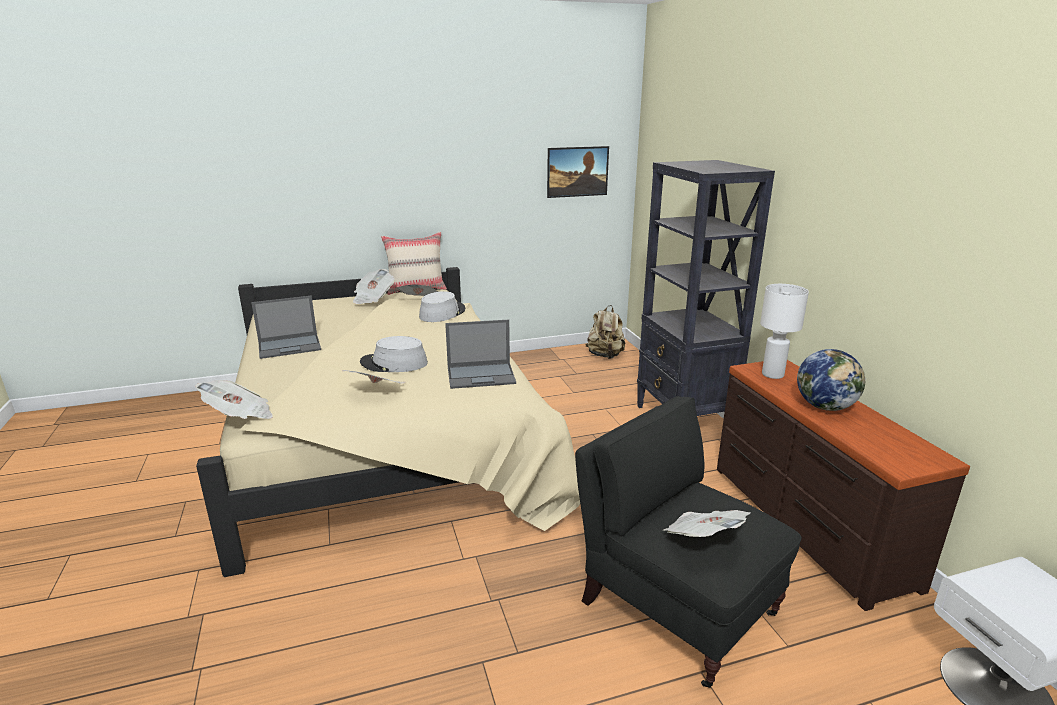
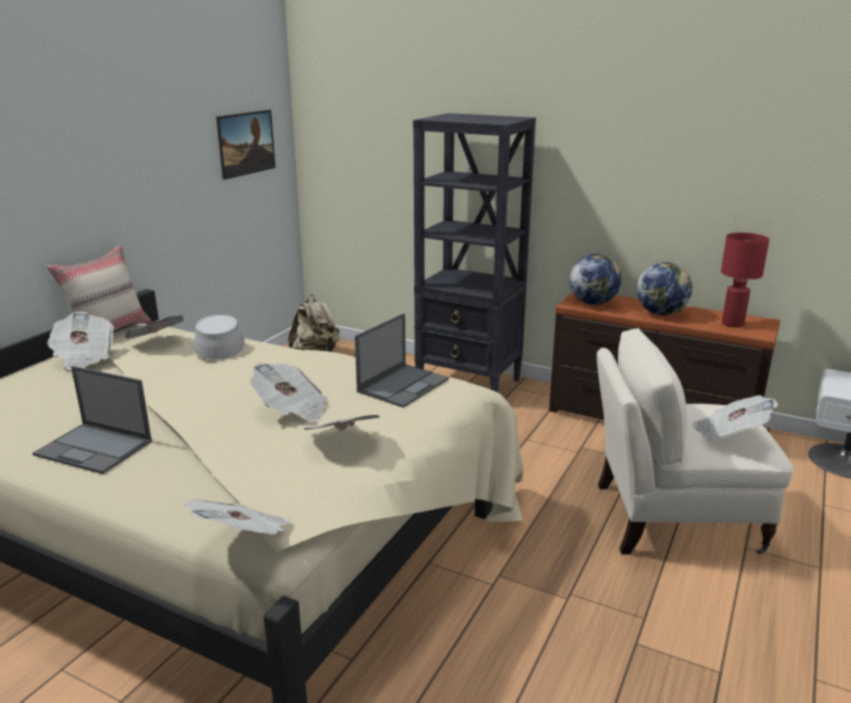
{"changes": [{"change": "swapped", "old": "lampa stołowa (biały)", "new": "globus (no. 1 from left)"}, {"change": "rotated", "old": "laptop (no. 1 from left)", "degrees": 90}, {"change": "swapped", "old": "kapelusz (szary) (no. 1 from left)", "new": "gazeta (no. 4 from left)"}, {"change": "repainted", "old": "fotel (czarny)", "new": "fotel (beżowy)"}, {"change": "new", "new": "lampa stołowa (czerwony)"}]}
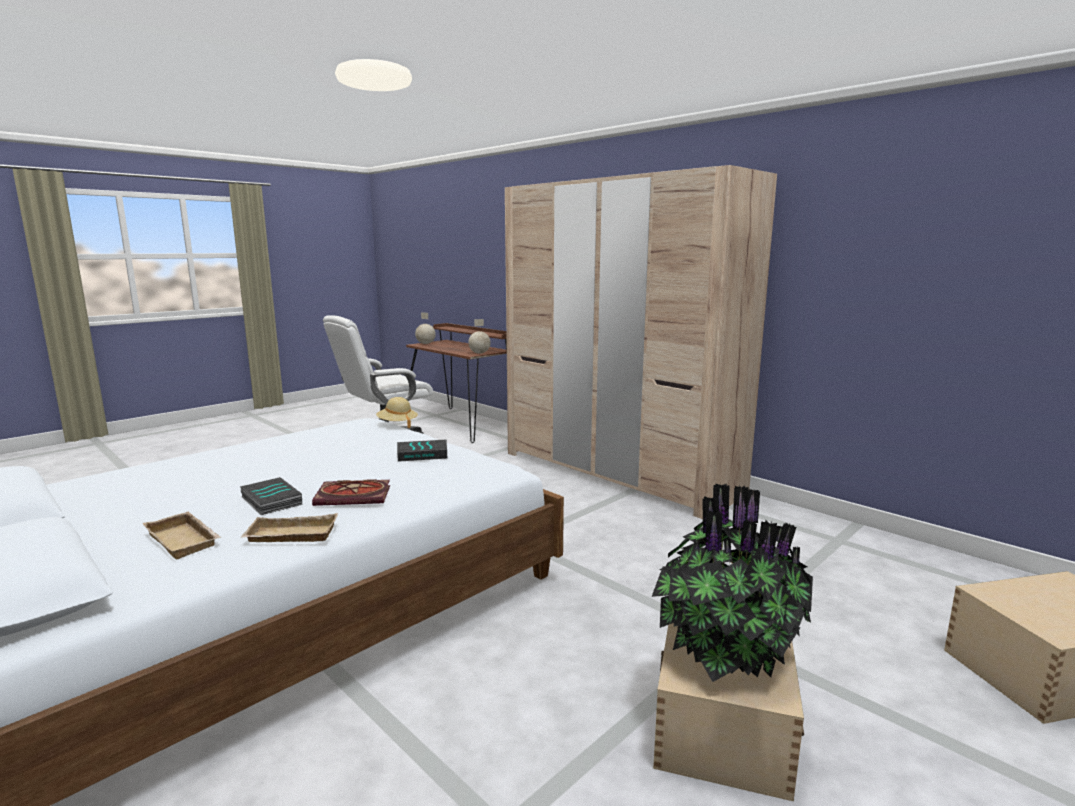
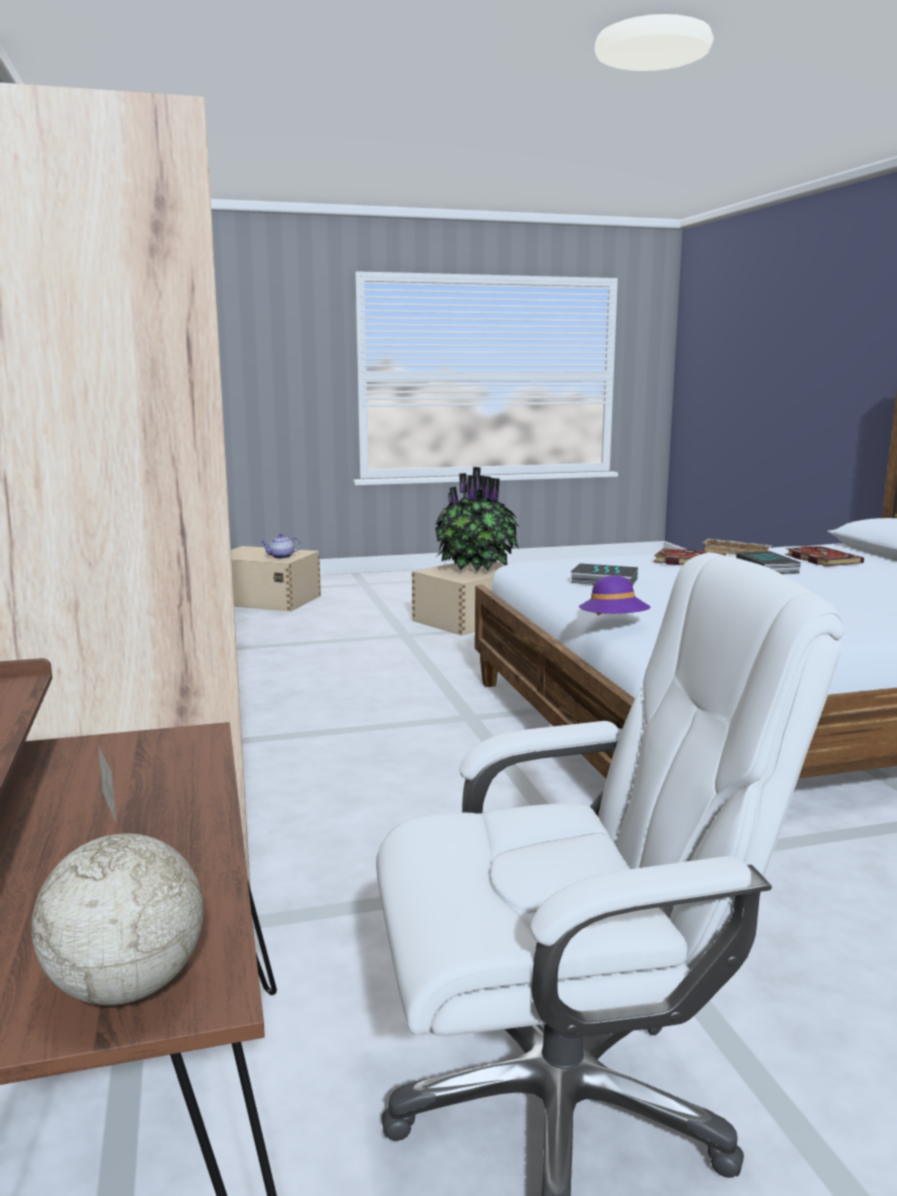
{"changes": [{"change": "gone", "old": "globus (no. 2 from left)"}, {"change": "repainted", "old": "kapelusz (beżowy)", "new": "kapelusz (fioletowy)"}, {"change": "swapped", "old": "taca (beżowy) (no. 1 from left)", "new": "książka (no. 4 from left)"}, {"change": "new", "new": "imbryk"}]}
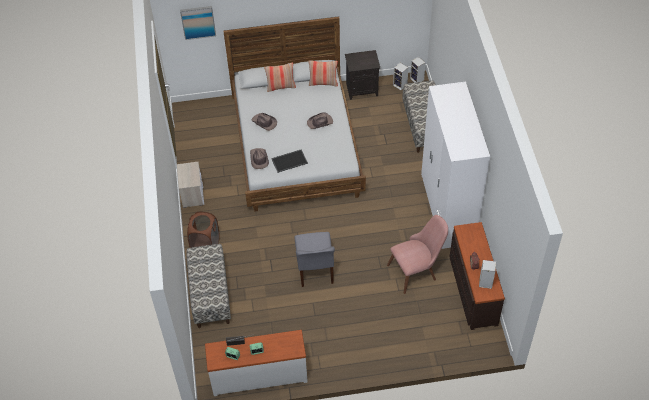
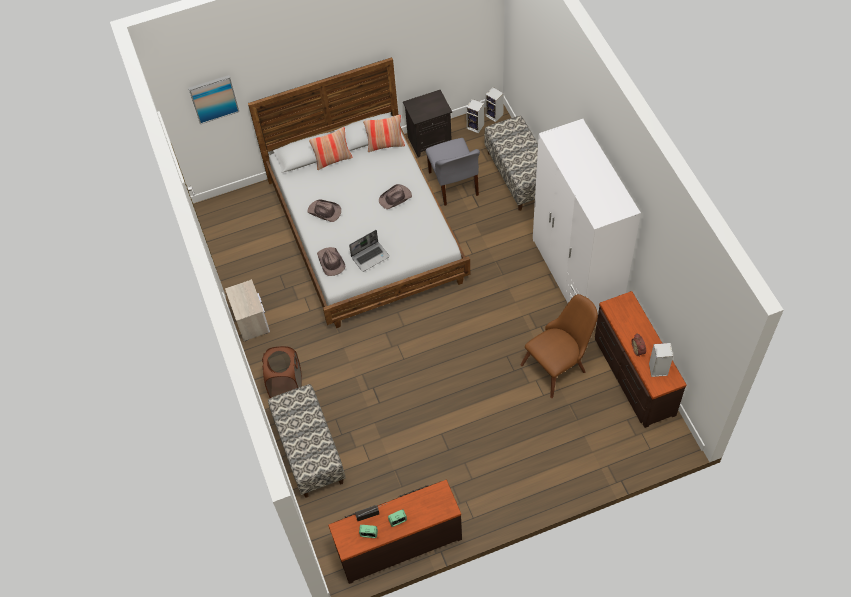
{"changes": [{"change": "swapped", "old": "taca", "new": "laptop"}, {"change": "repainted", "old": "krzesło (różowy)", "new": "krzesło (brązowy)"}, {"change": "shifted", "old": "krzesło (szary)"}, {"change": "repainted", "old": "komoda (biały)", "new": "komoda (brązowy) (no. 1 from left)"}]}
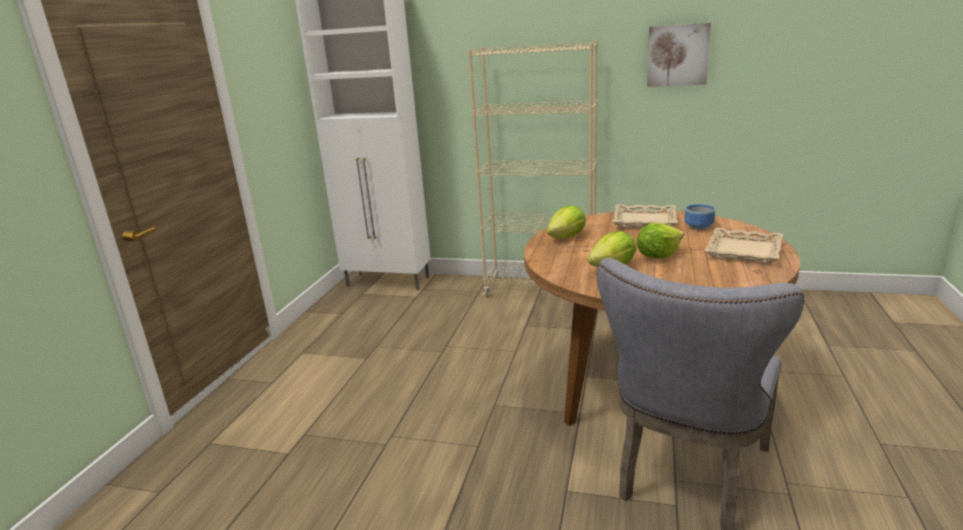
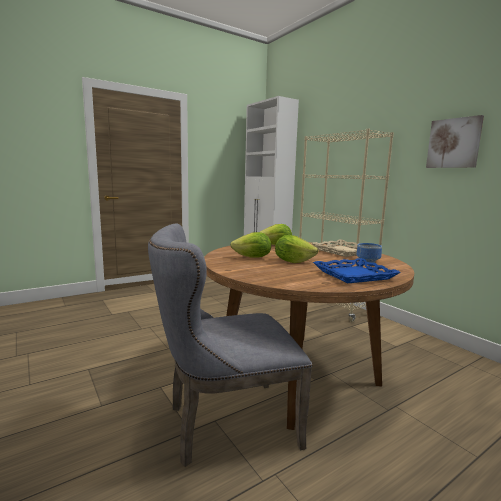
{"changes": [{"change": "repainted", "old": "taca (beżowy) (no. 2 from left)", "new": "taca (niebieski)"}]}
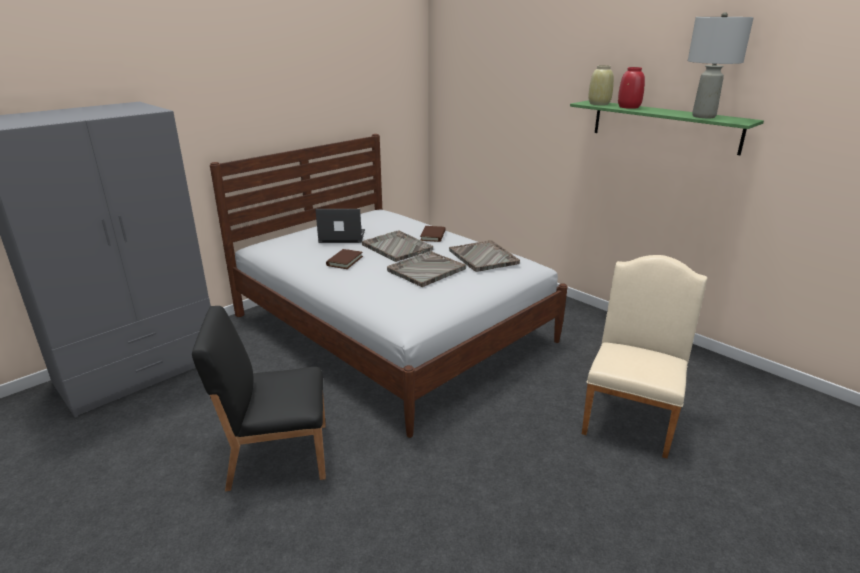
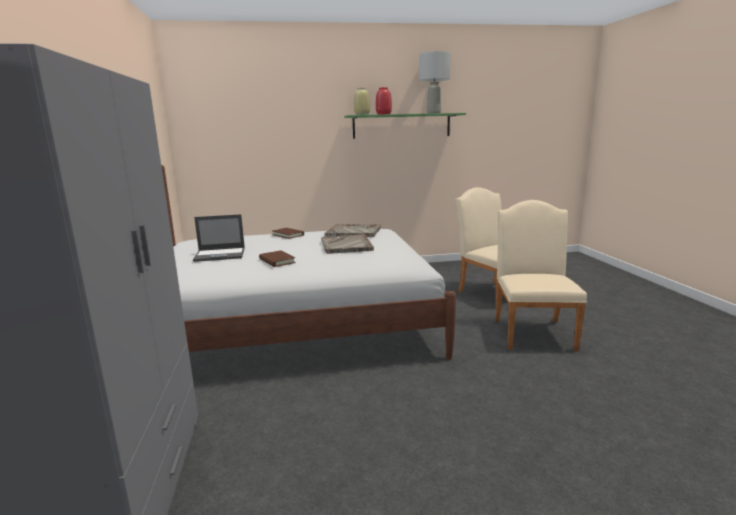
{"changes": [{"change": "rotated", "old": "laptop", "degrees": -135}, {"change": "gone", "old": "taca (szary) (no. 1 from left)"}, {"change": "gone", "old": "krzesło (czarny)"}, {"change": "new", "new": "krzesło (beżowy) (no. 2 from left)"}]}
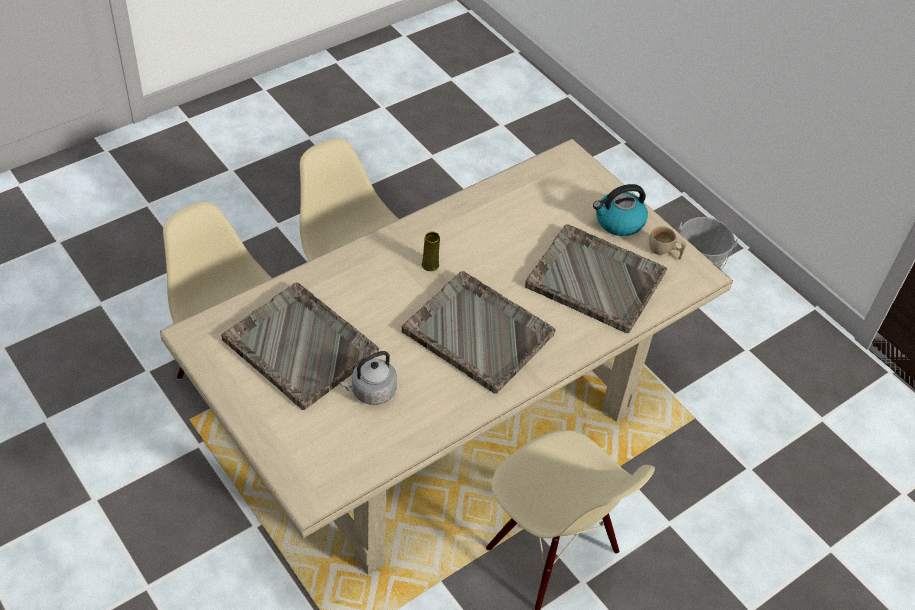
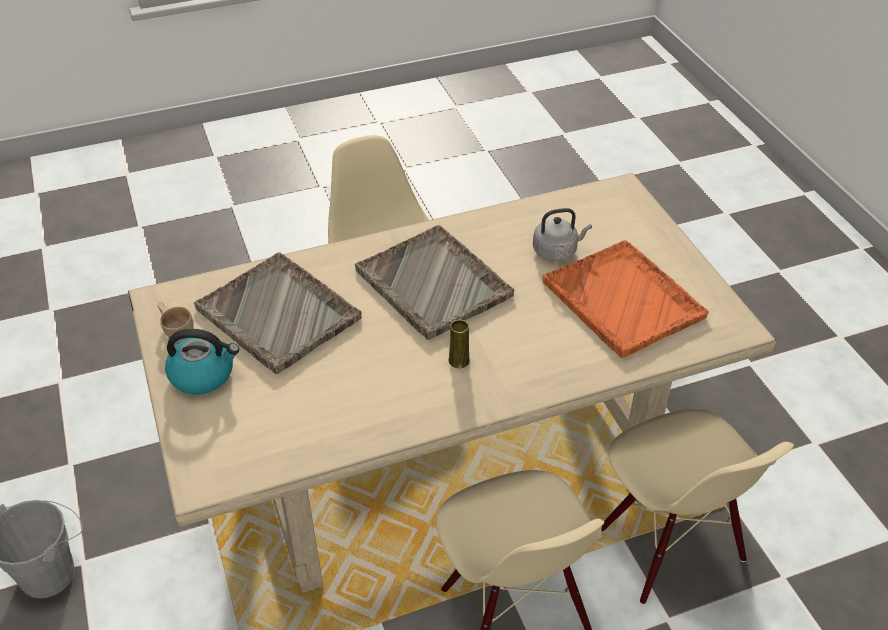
{"changes": [{"change": "repainted", "old": "taca (szary) (no. 1 from left)", "new": "taca (pomarańczowy)"}]}
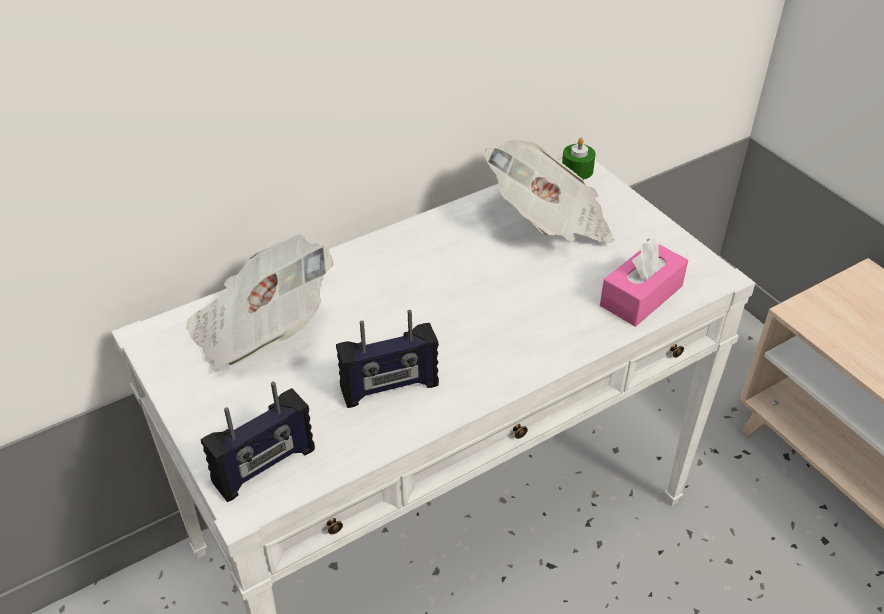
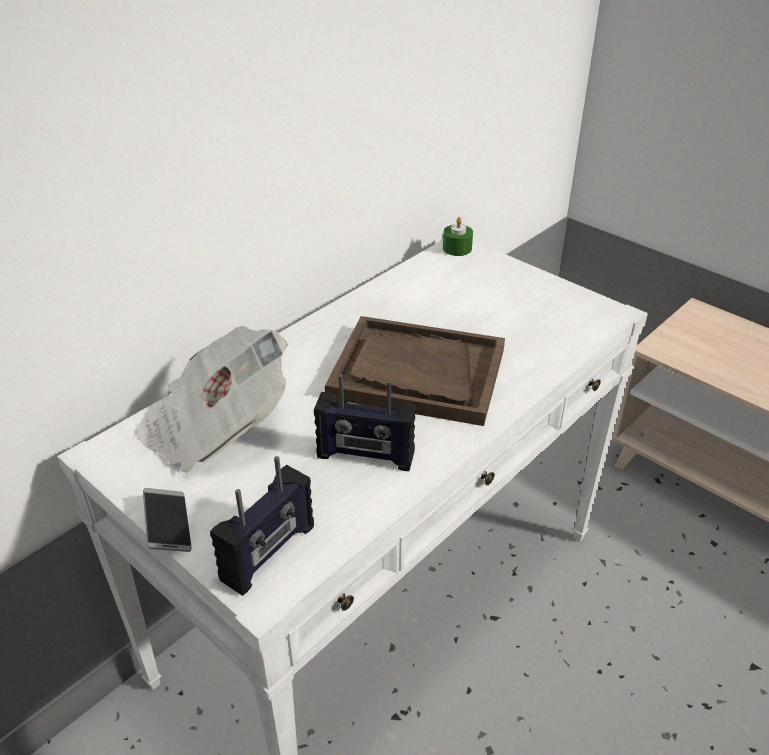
{"changes": [{"change": "gone", "old": "gazeta (no. 2 from left)"}, {"change": "gone", "old": "pudełko chusteczek (różowy)"}, {"change": "rotated", "old": "radio (no. 2 from left)", "degrees": 45}, {"change": "new", "new": "taca (brązowy)"}, {"change": "new", "new": "telefon"}]}
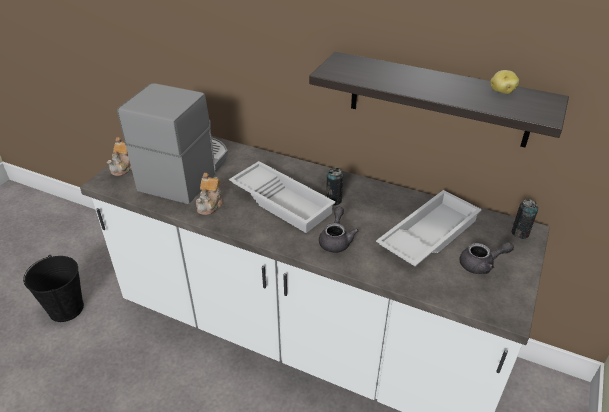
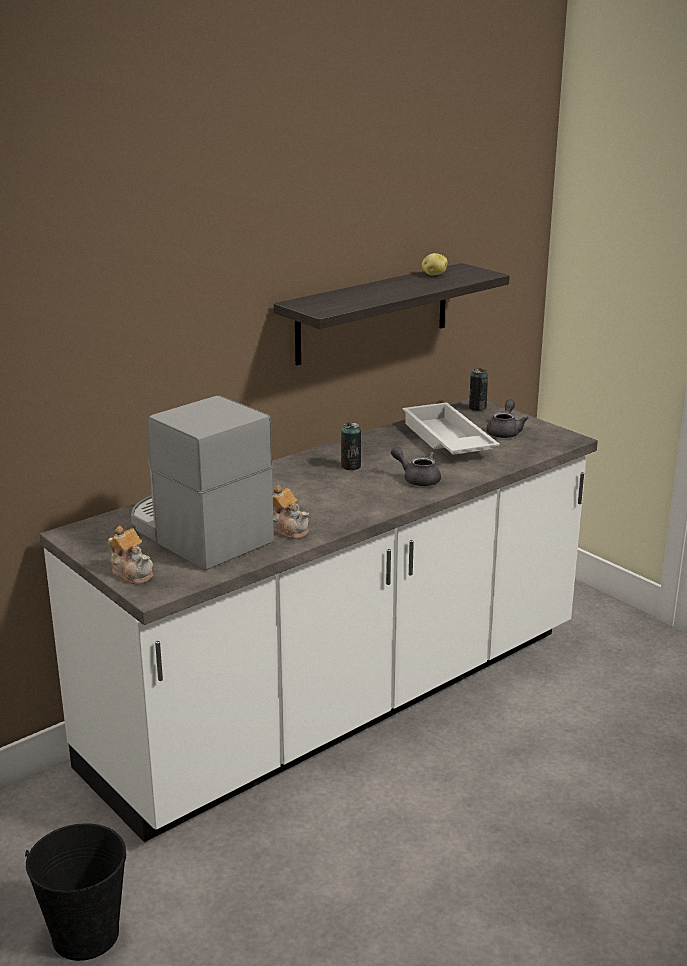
{"changes": [{"change": "gone", "old": "taca (biały) (no. 1 from left)"}]}
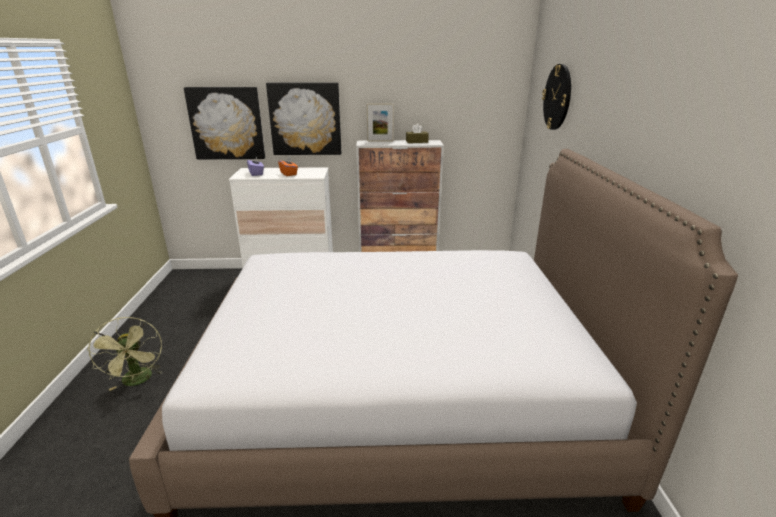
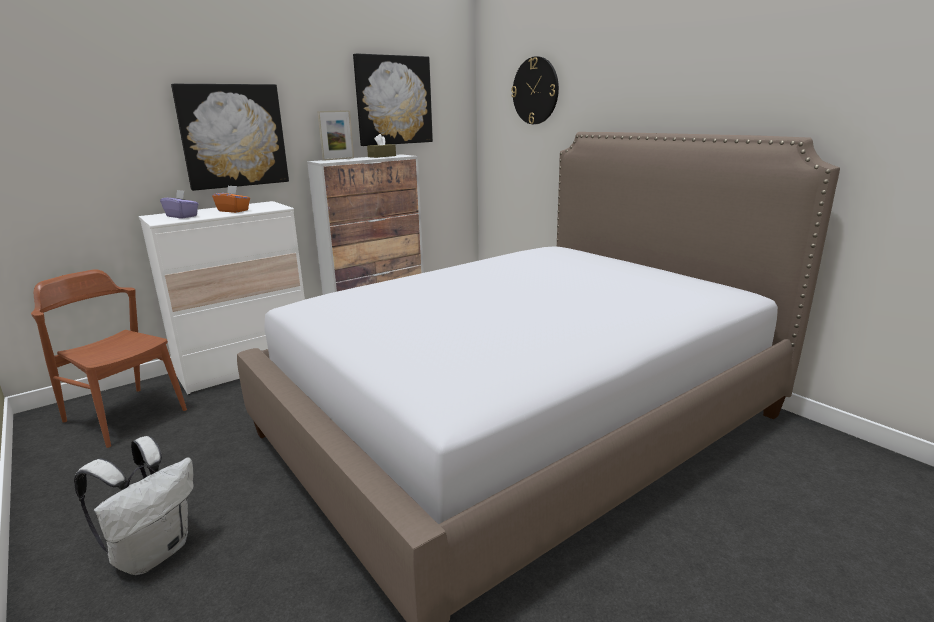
{"changes": [{"change": "shifted", "old": "obraz (no. 1 from left in the first image)", "new": "obraz (no. 2 from left)"}, {"change": "swapped", "old": "wentylator (zielony)", "new": "plecak (biały)"}, {"change": "new", "new": "krzesło (brązowy)"}]}
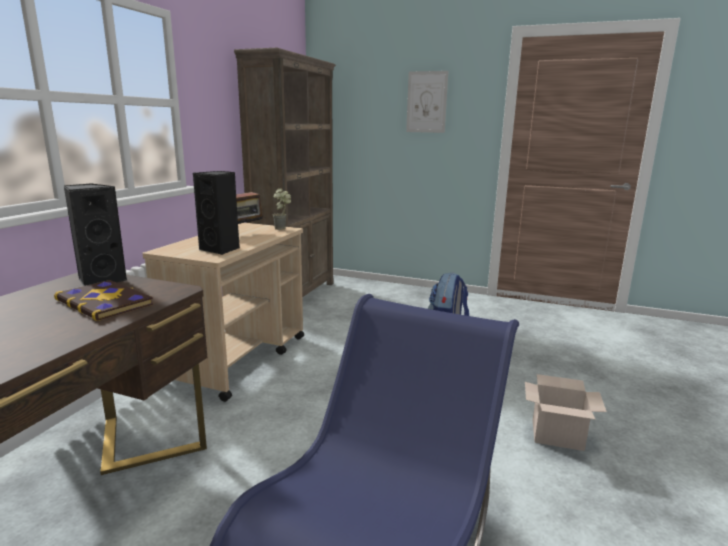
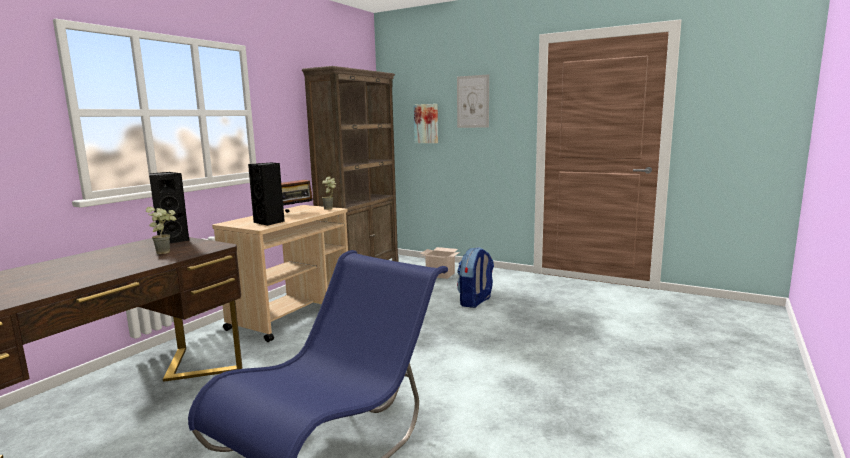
{"changes": [{"change": "swapped", "old": "książka", "new": "roślina doniczkowa (no. 1 from left)"}, {"change": "shifted", "old": "karton"}, {"change": "new", "new": "obraz (no. 1 from left)"}]}
